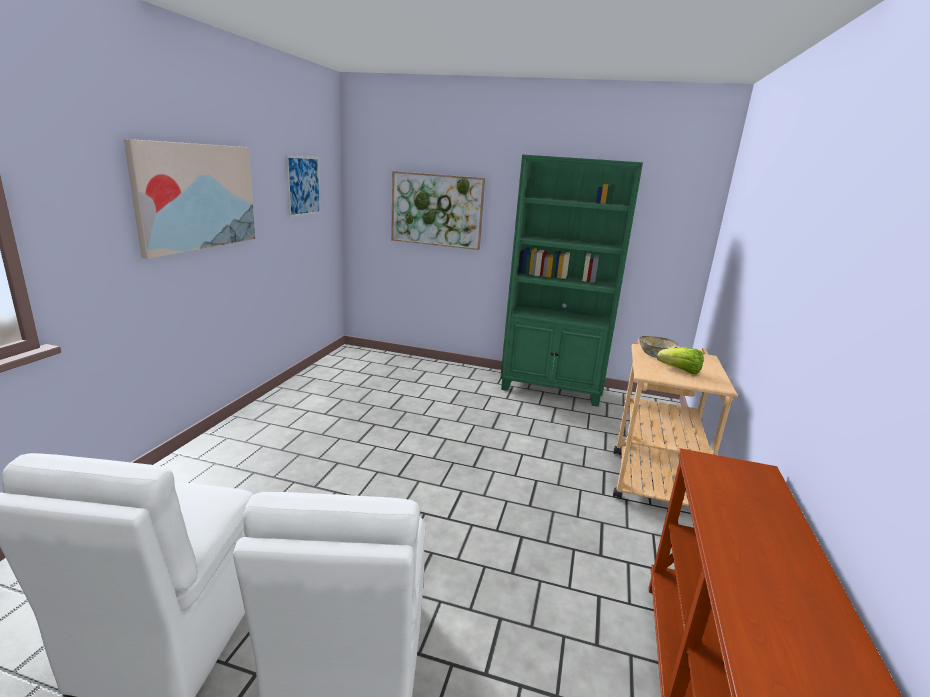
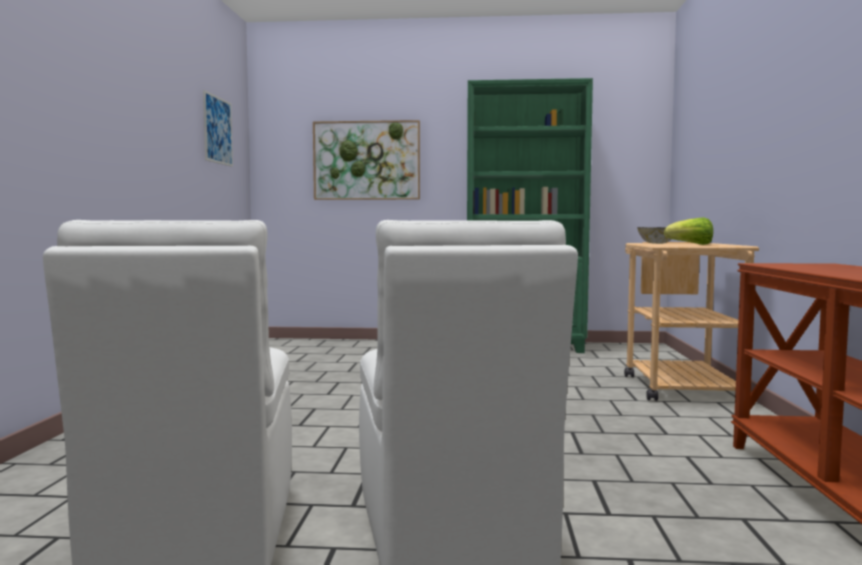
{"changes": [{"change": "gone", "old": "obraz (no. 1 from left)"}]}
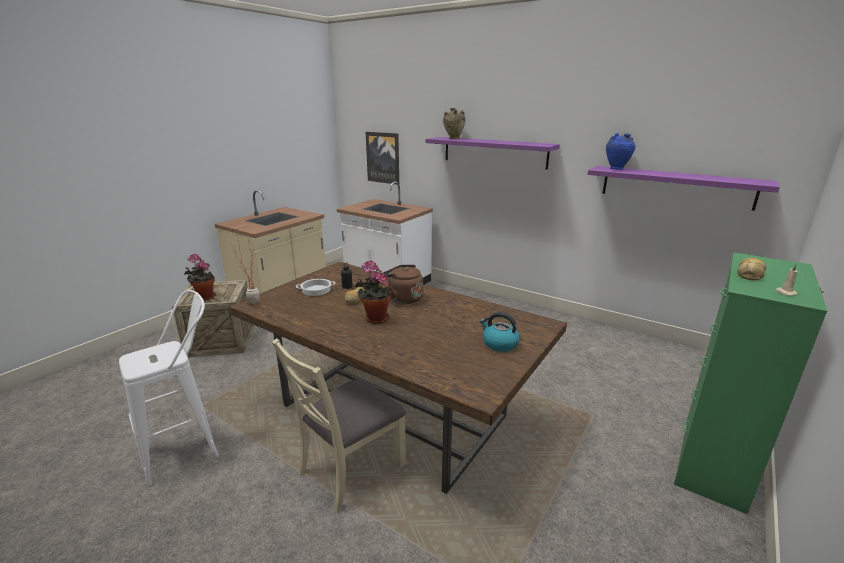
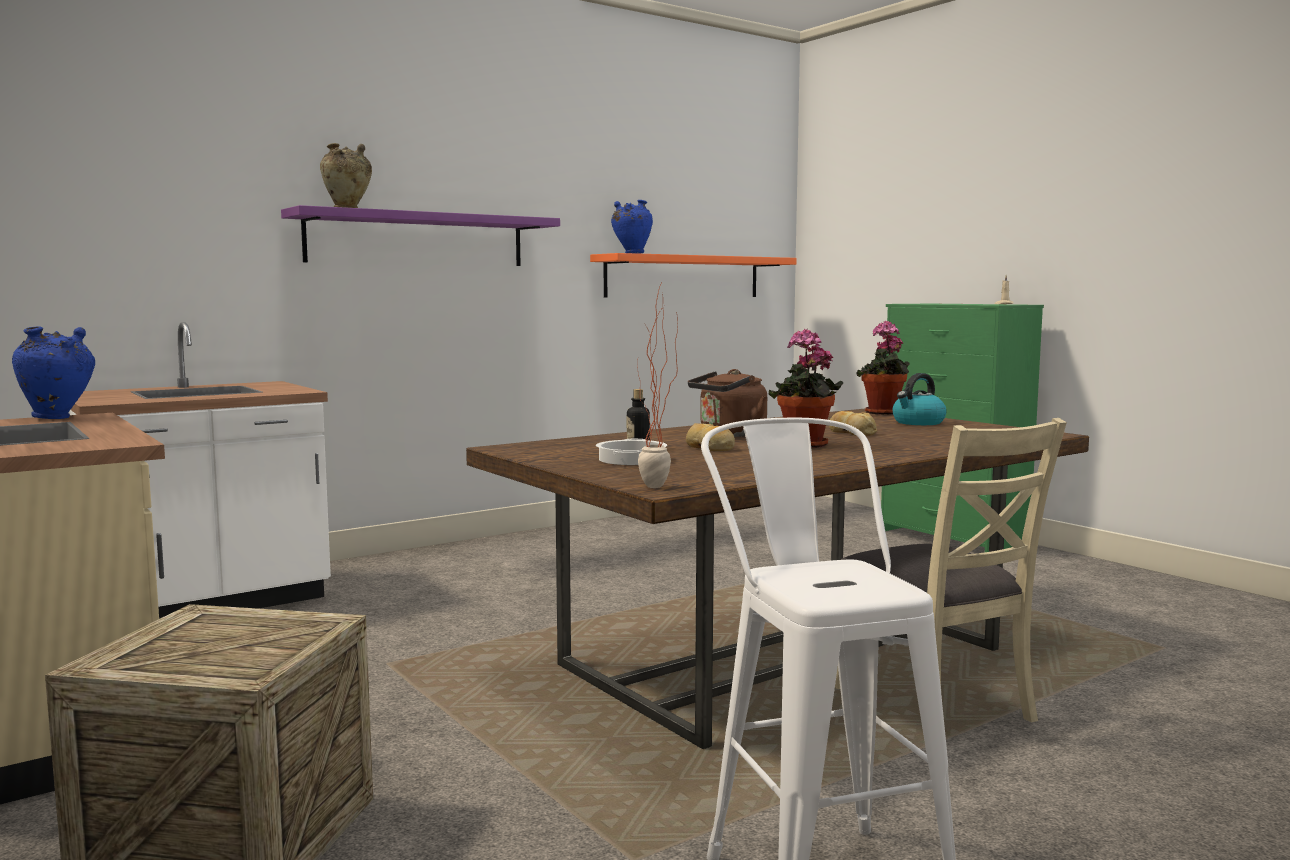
{"changes": [{"change": "gone", "old": "obraz"}, {"change": "repainted", "old": "półka (fioletowy) (no. 2 from left)", "new": "półka (pomarańczowy)"}, {"change": "shifted", "old": "roślina doniczkowa (no. 1 from left in the first image)", "new": "roślina doniczkowa (no. 3 from left)"}, {"change": "shifted", "old": "chleb (no. 2 from left)"}, {"change": "new", "new": "wazon (niebieski) (no. 1 from left)"}]}
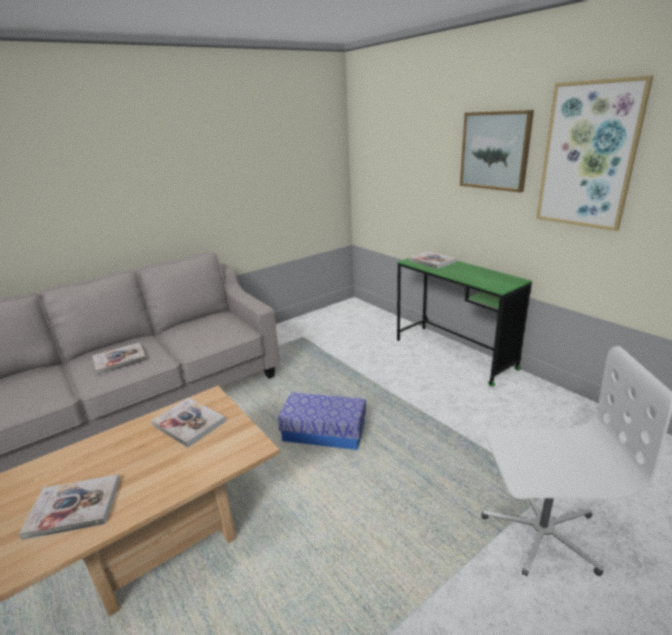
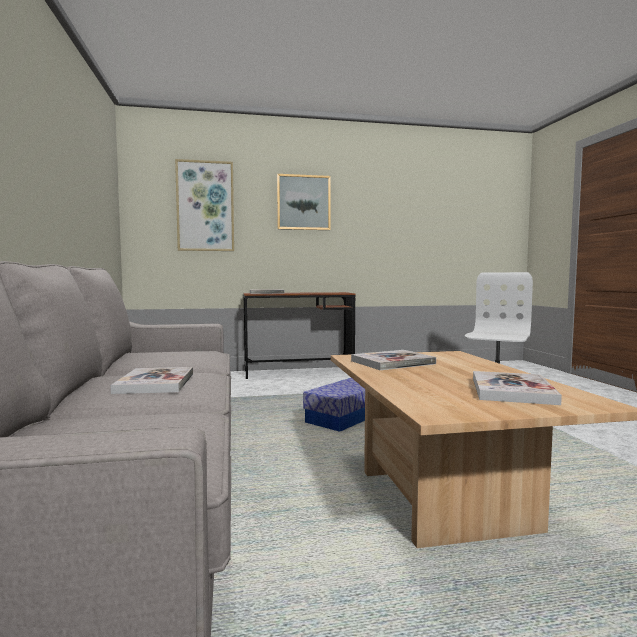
{"changes": [{"change": "shifted", "old": "obraz (no. 2 from left in the first image)", "new": "obraz (no. 1 from left)"}, {"change": "repainted", "old": "biurko (zielony)", "new": "biurko (brązowy)"}]}
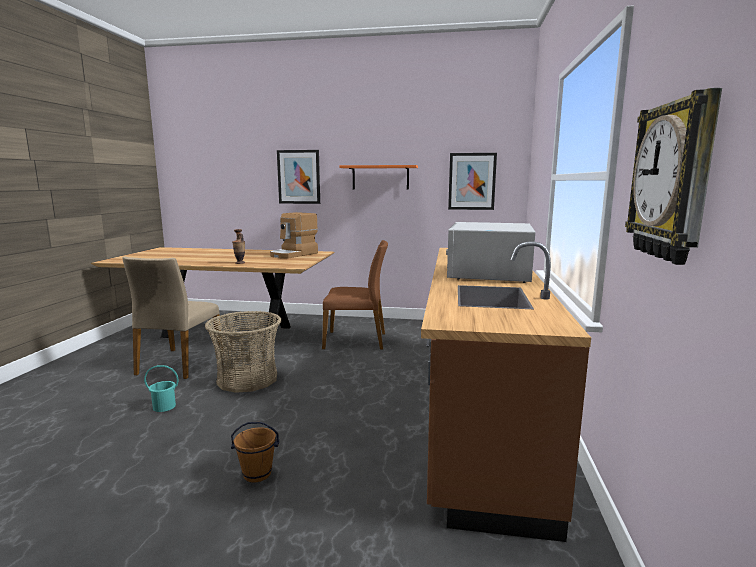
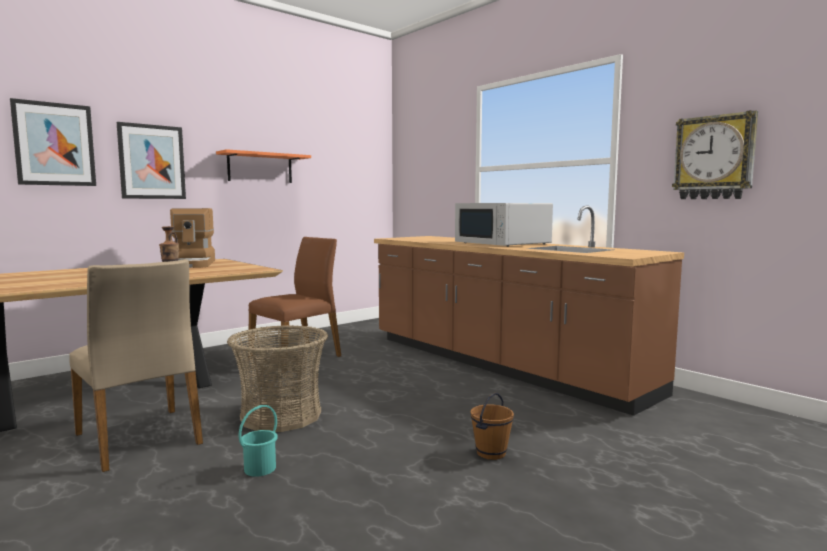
{"changes": [{"change": "shifted", "old": "obraz (no. 2 from left in the first image)", "new": "obraz (no. 1 from left)"}]}
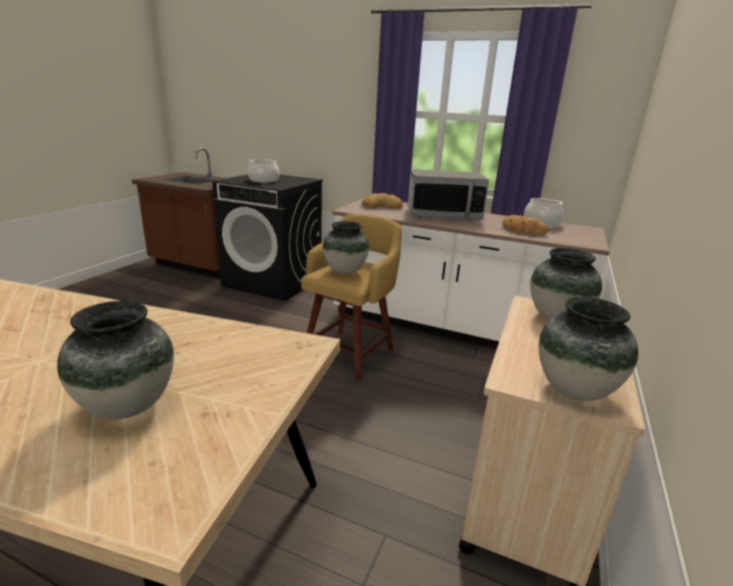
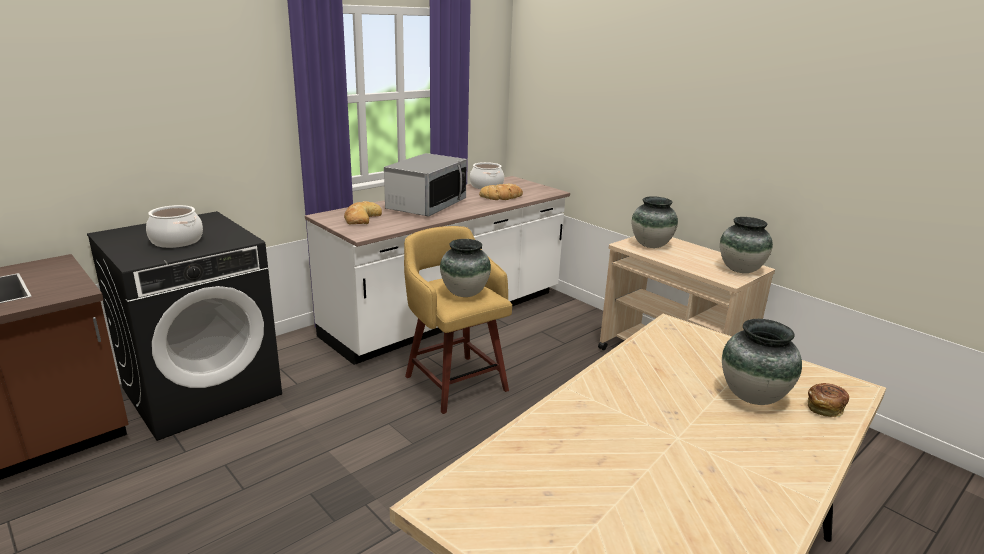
{"changes": [{"change": "new", "new": "chleb (no. 3 from left)"}]}
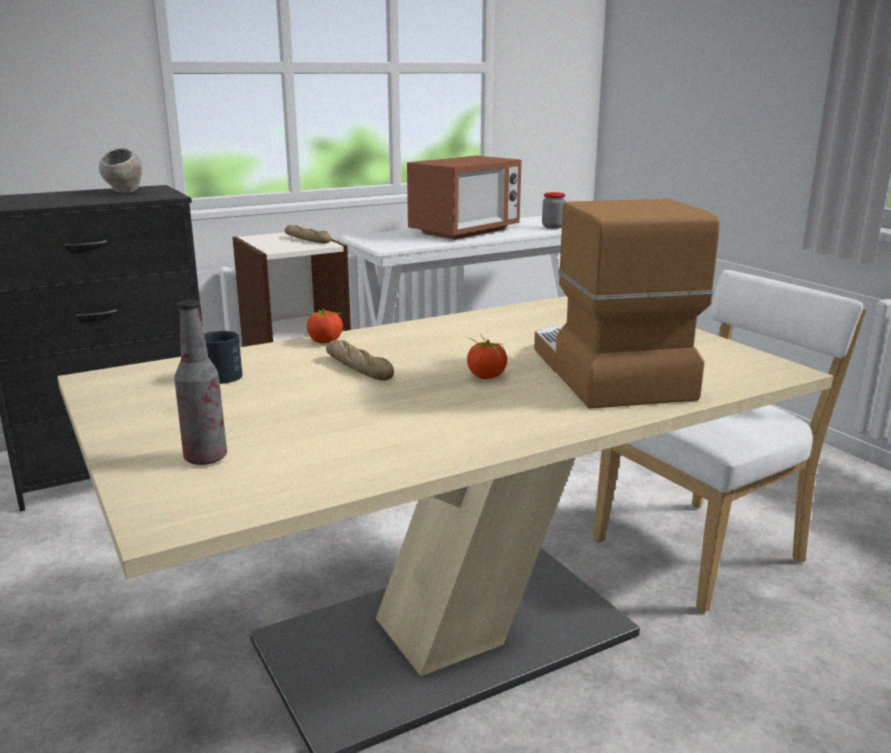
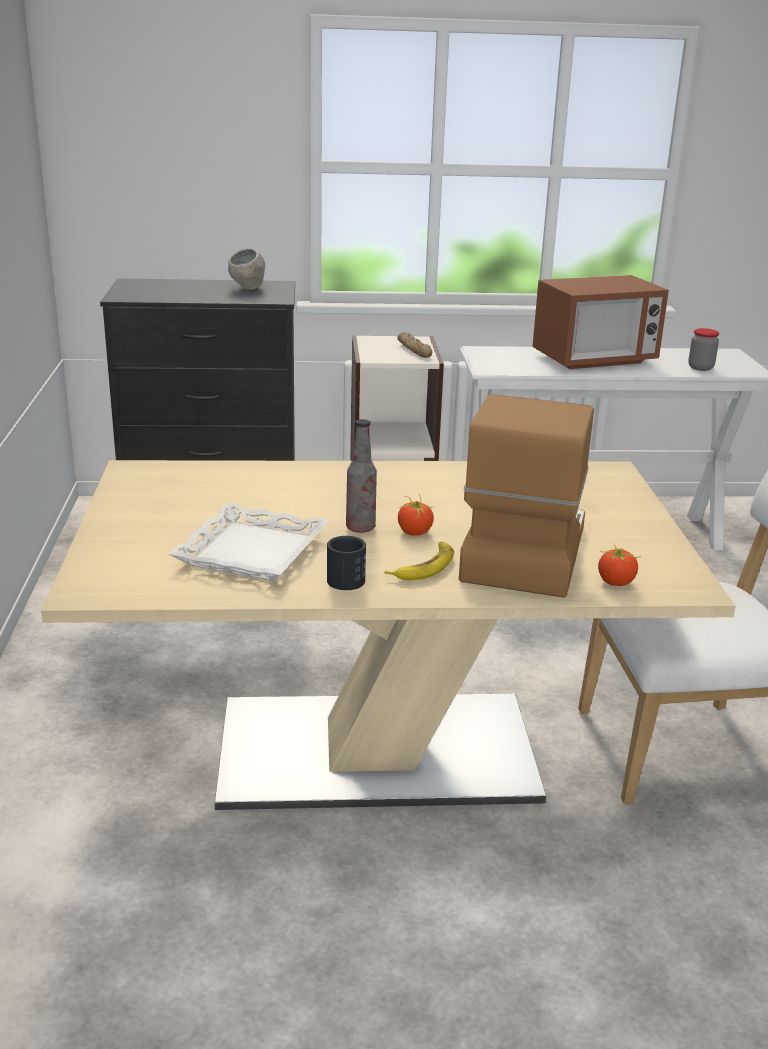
{"changes": [{"change": "shifted", "old": "butelka"}, {"change": "shifted", "old": "pomidor (no. 1 from left in the first image)", "new": "pomidor (no. 2 from left)"}, {"change": "shifted", "old": "kubek (czarny)"}, {"change": "gone", "old": "chleb (no. 2 from left)"}, {"change": "new", "new": "taca (biały)"}, {"change": "new", "new": "banan"}]}
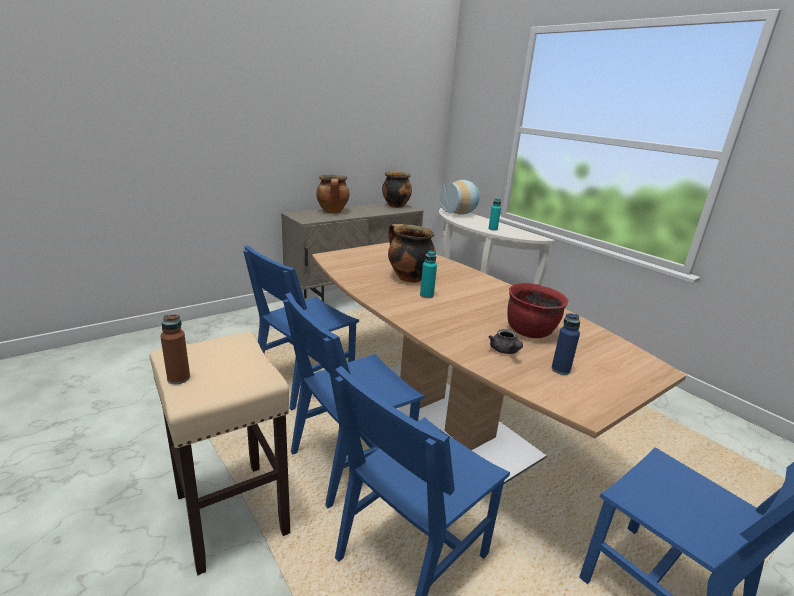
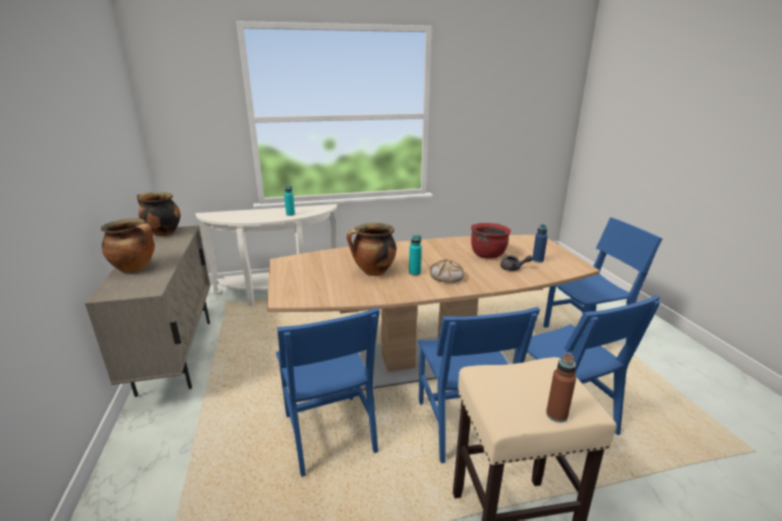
{"changes": [{"change": "gone", "old": "wazon"}, {"change": "new", "new": "chleb"}]}
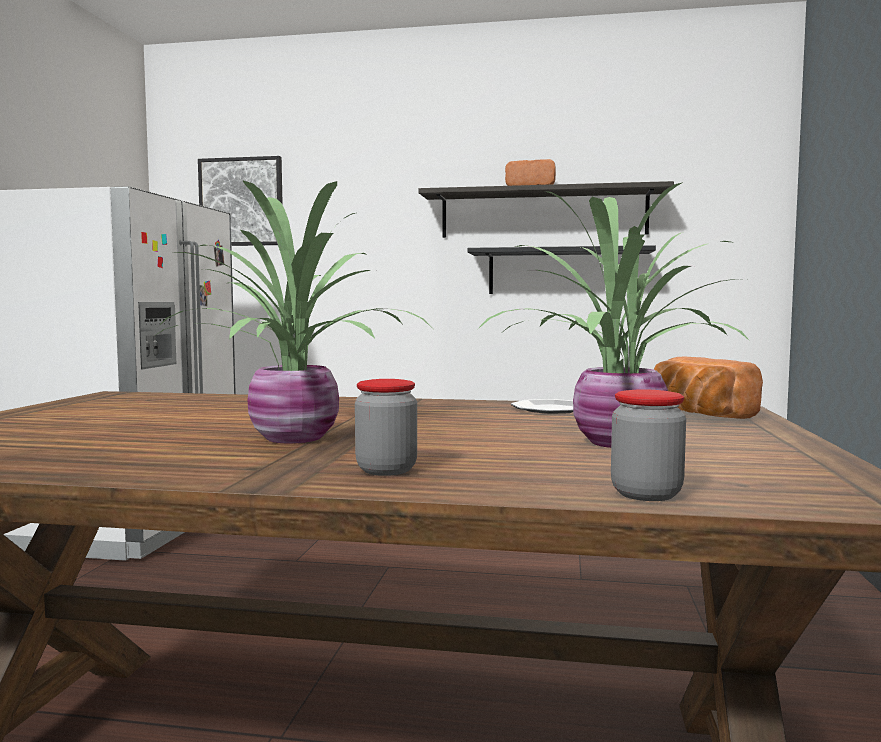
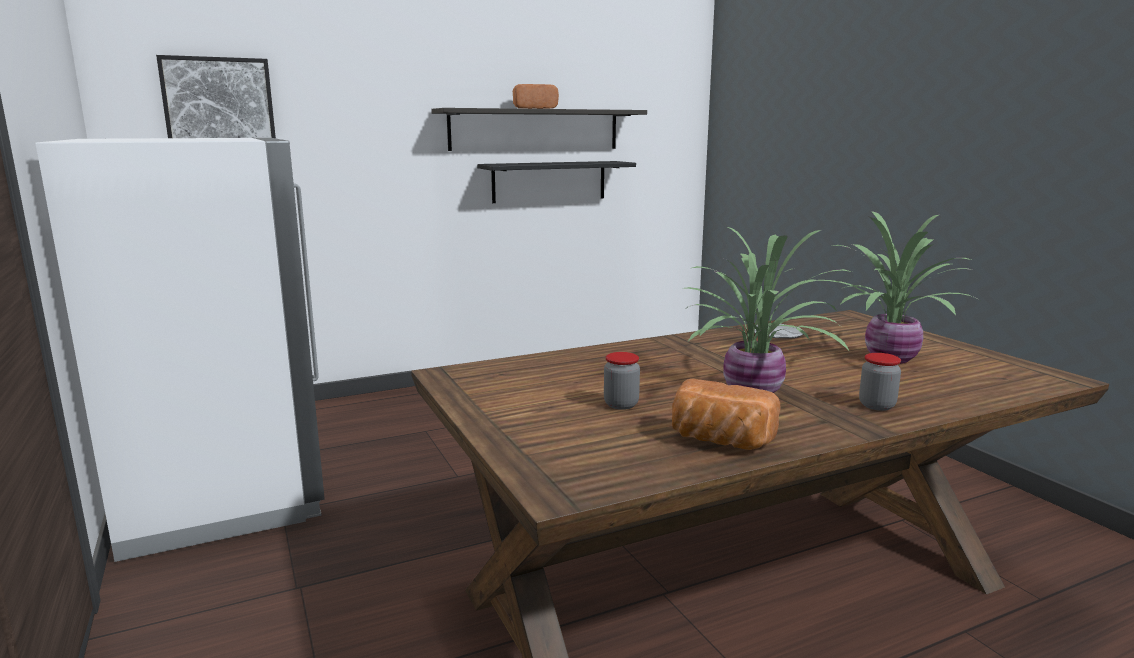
{"changes": [{"change": "shifted", "old": "chleb (no. 2 from left)"}, {"change": "shifted", "old": "słoik (no. 2 from left in the first image)", "new": "słoik (no. 1 from left)"}]}
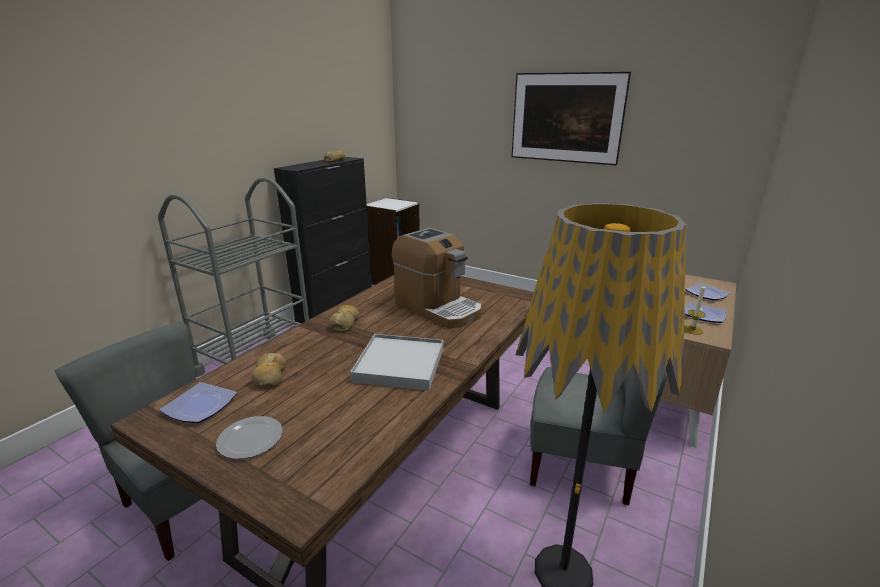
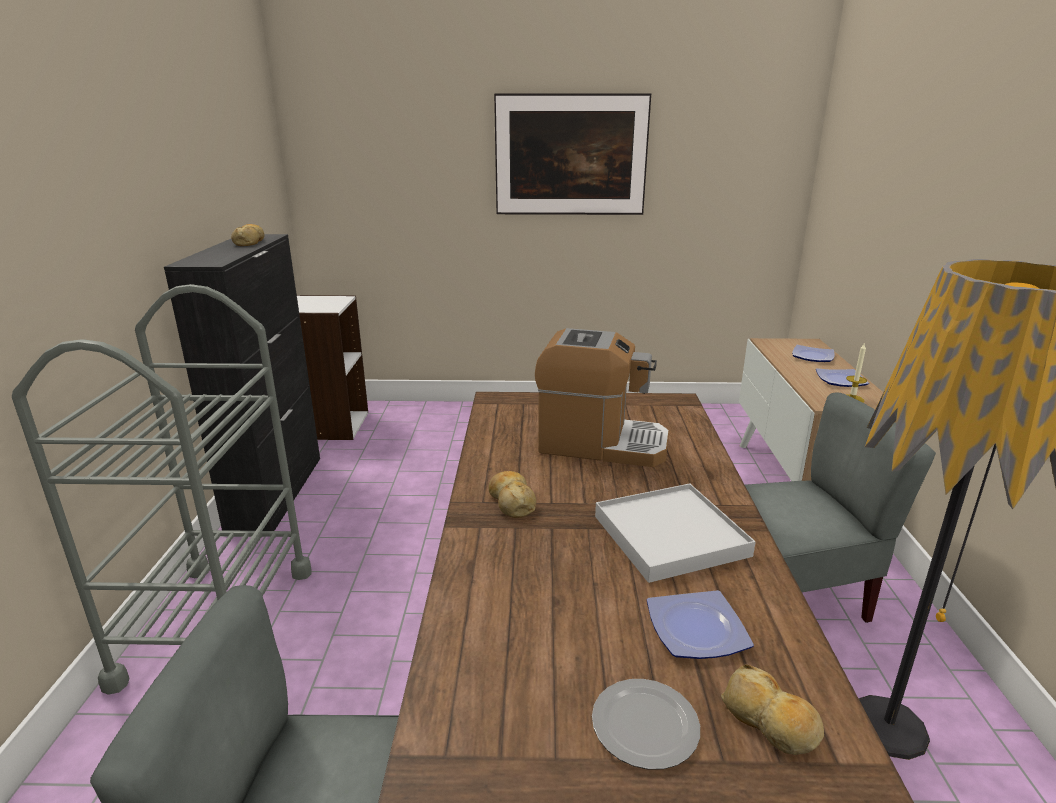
{"changes": [{"change": "shifted", "old": "chleb (no. 1 from left in the first image)", "new": "chleb (no. 3 from left)"}, {"change": "shifted", "old": "talerz (no. 1 from left in the first image)", "new": "talerz (no. 2 from left)"}]}
